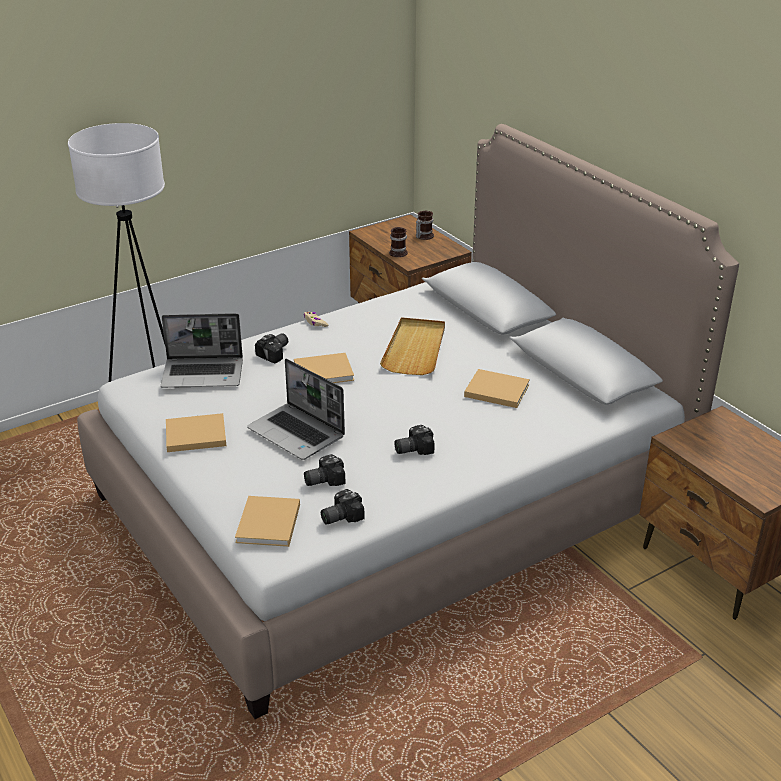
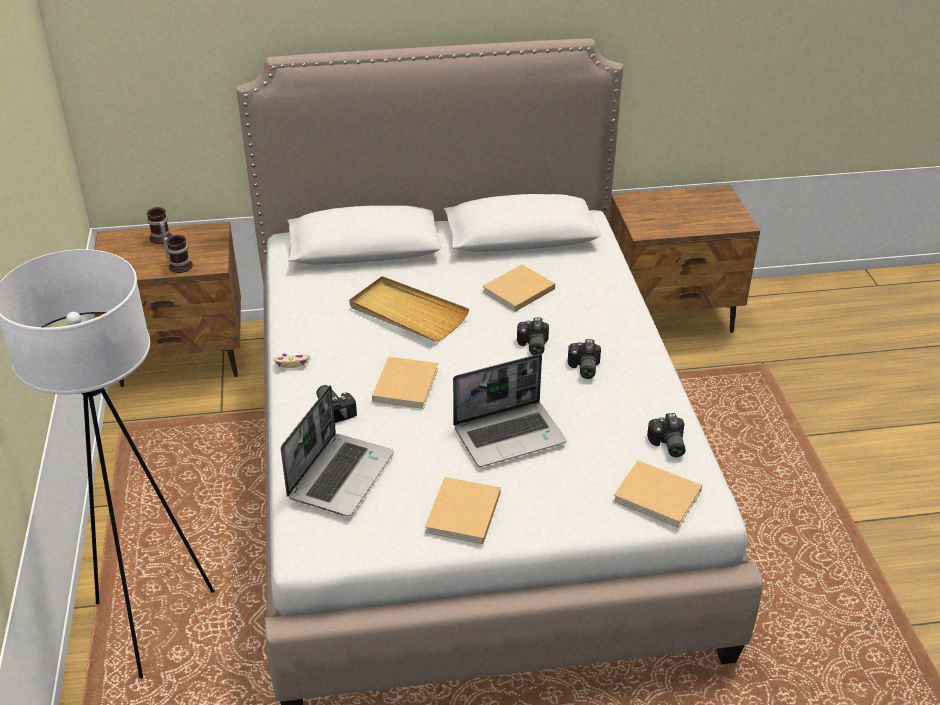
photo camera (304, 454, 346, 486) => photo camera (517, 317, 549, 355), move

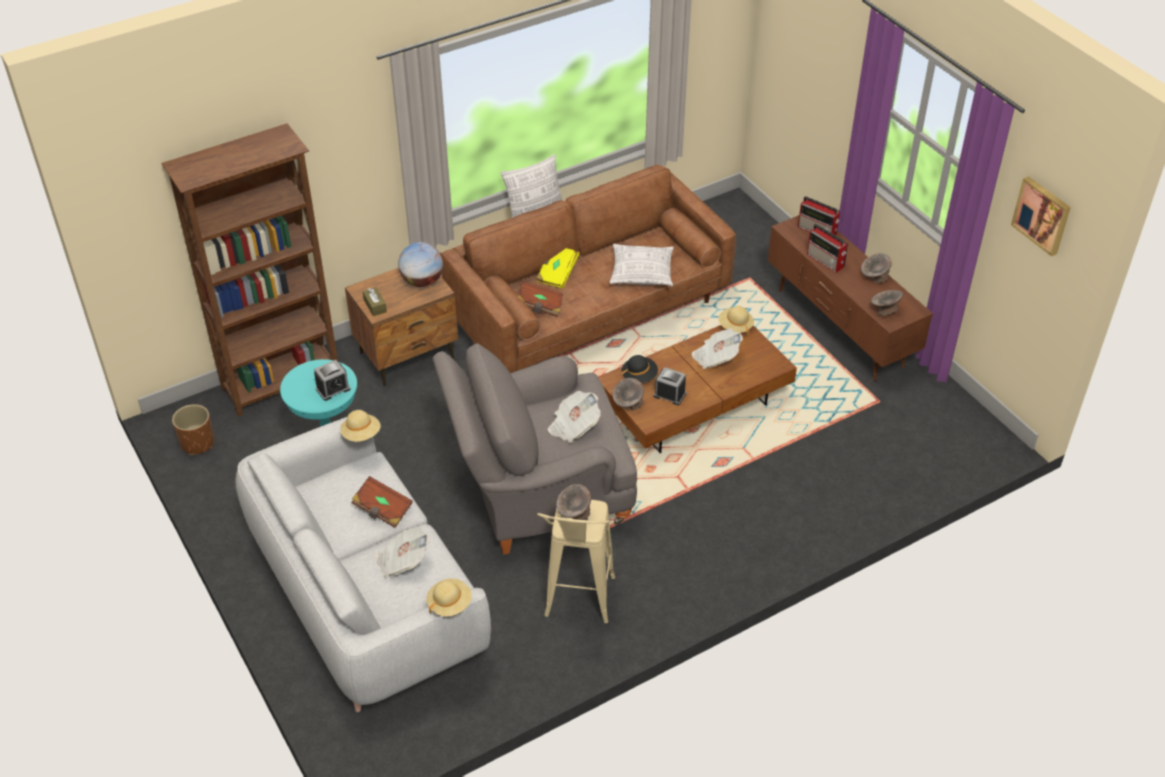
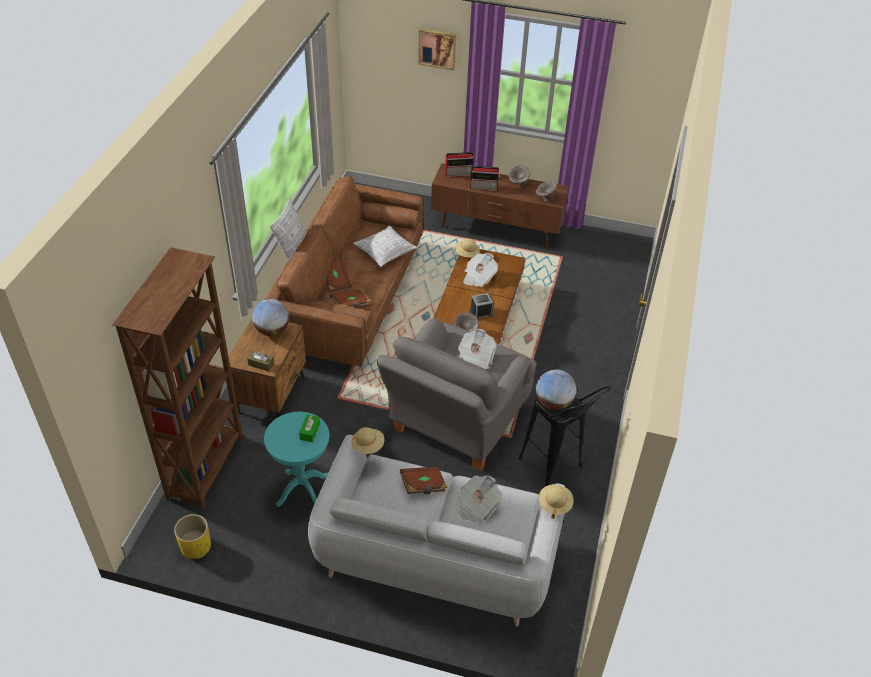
brown-coloured flower pot (172, 404, 214, 455) => yellow-coloured flower pot (174, 514, 211, 559)
alarm clock (314, 360, 351, 401) => green tissue holder (299, 415, 320, 442)
yellow-coloured bound book (536, 248, 580, 288) => brown-coloured bound book (326, 258, 352, 292)
beige-coloured stool seat (537, 500, 615, 624) => black-coloured stool seat (519, 386, 611, 487)
greyish bowl (556, 484, 591, 520) => desk globe (536, 369, 577, 410)
black-coloured hat (621, 355, 658, 383) => nothing
wall picture (1011, 176, 1071, 256) => wall picture (418, 28, 456, 70), move

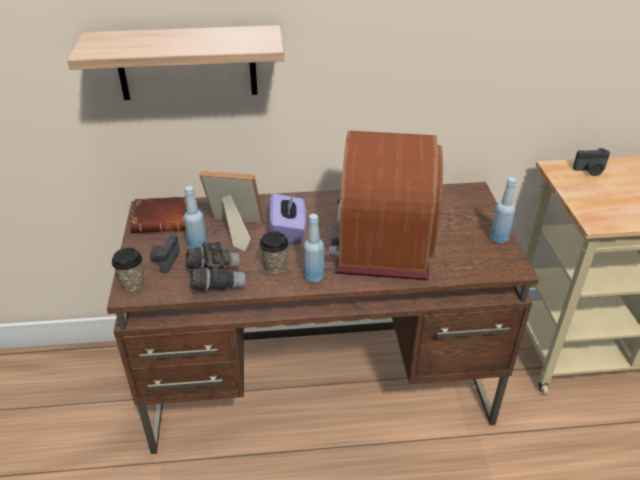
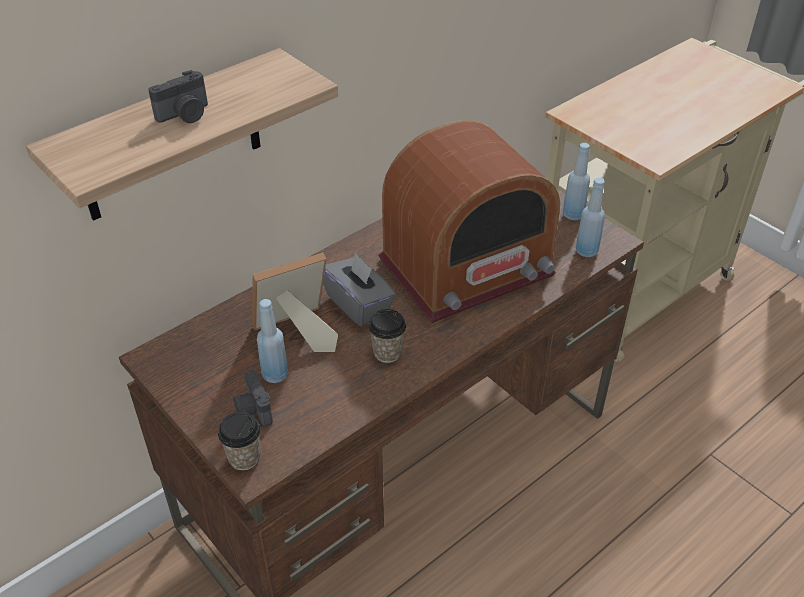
brown-coloured bound book (130, 197, 187, 233) => nothing
greyish field glasses (185, 242, 246, 291) => nothing
purplish tissue holder (270, 191, 306, 244) => greyish tissue holder (323, 252, 396, 327)
bluish drink bottle (304, 214, 324, 283) => bluish drink bottle (575, 178, 605, 257), move
radio receiver (329, 130, 443, 281) => radio receiver (378, 120, 560, 323), 90 degrees counterclockwise
photo camera (573, 148, 610, 176) => photo camera (148, 70, 208, 123), move

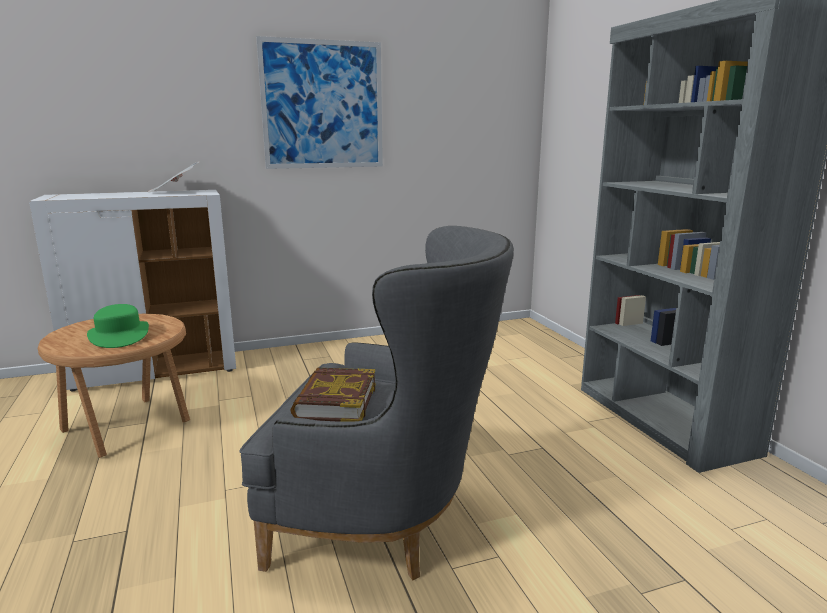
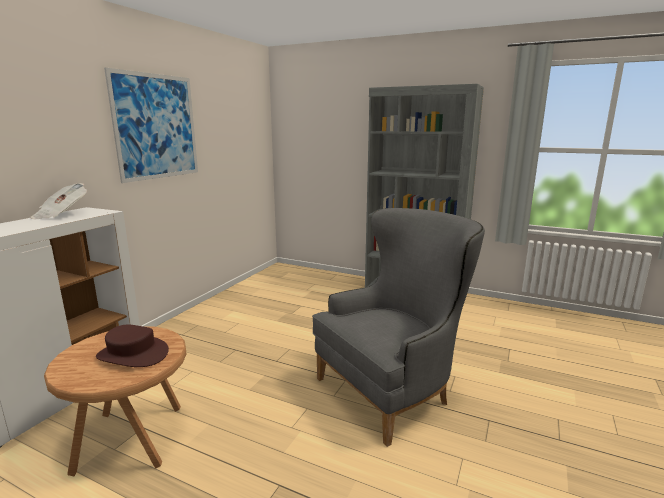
green hat (87, 304, 149, 348) => brown-coloured hat (96, 325, 169, 367)
bound book (290, 367, 376, 422) => nothing

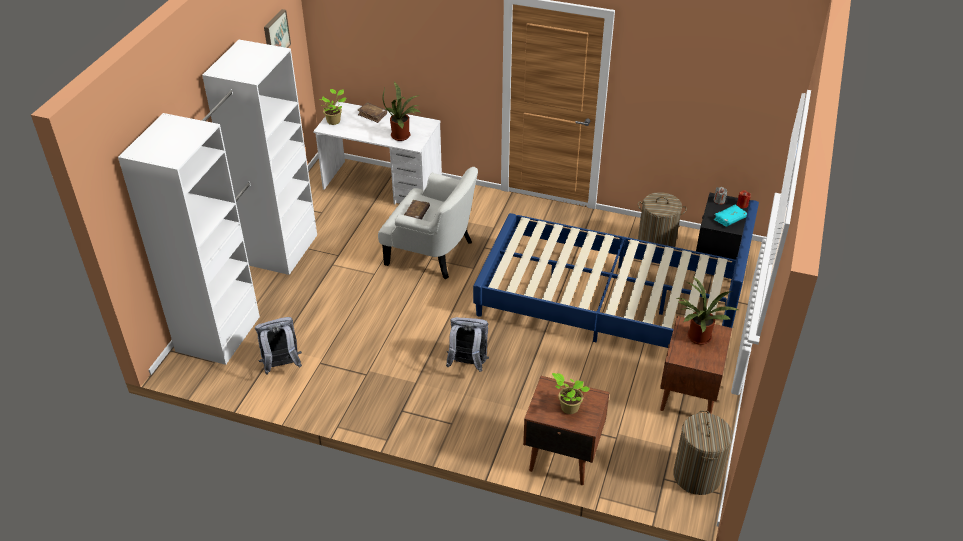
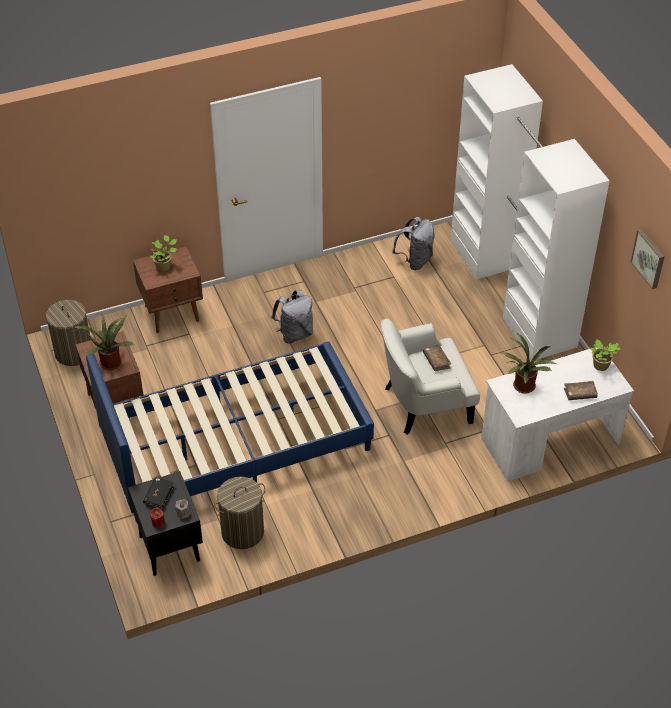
turquoise bound book (714, 204, 747, 227) => black-coloured bound book (143, 477, 174, 511)

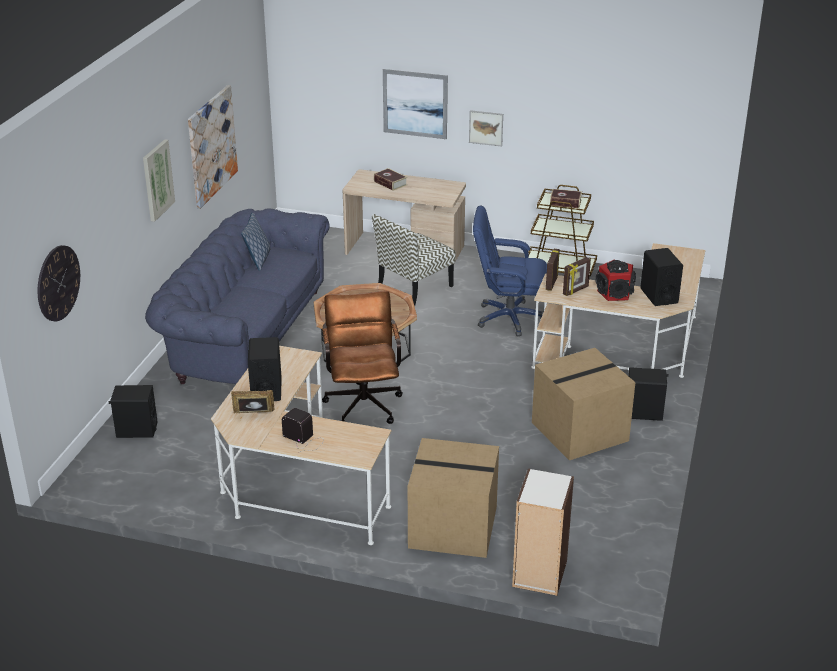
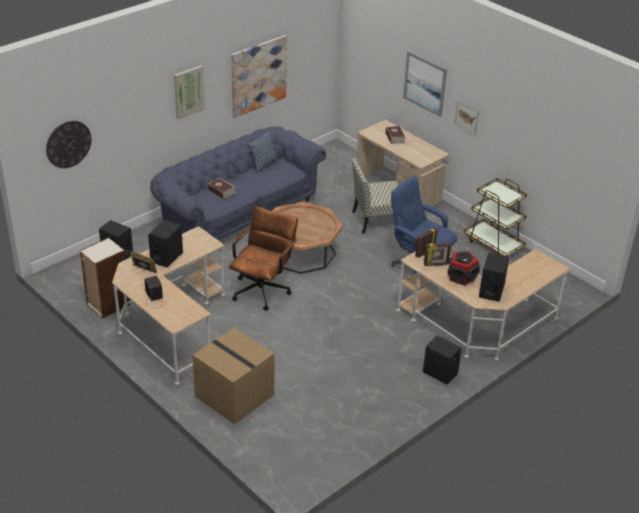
bookcase (512, 468, 574, 596) => bookcase (80, 237, 130, 318), move
cardboard box (532, 348, 636, 460) => nothing
bound book (550, 189, 582, 208) => bound book (208, 178, 235, 199), move

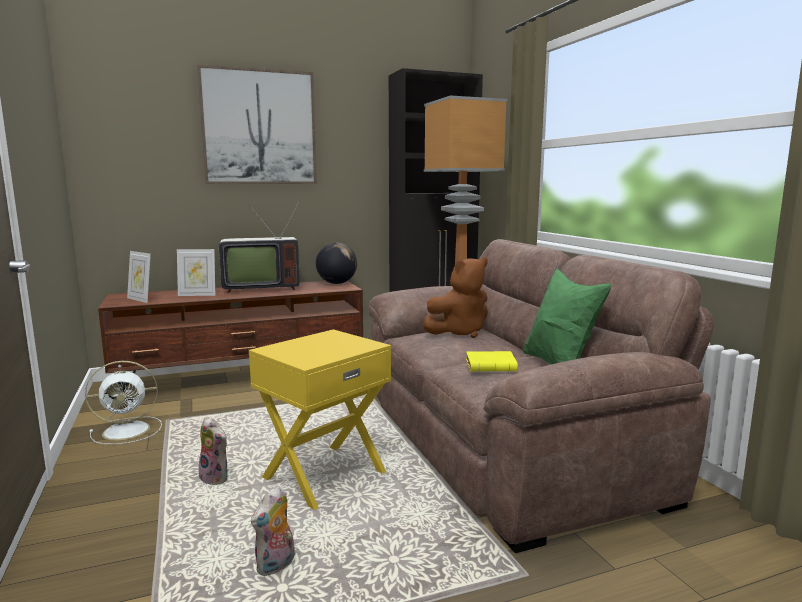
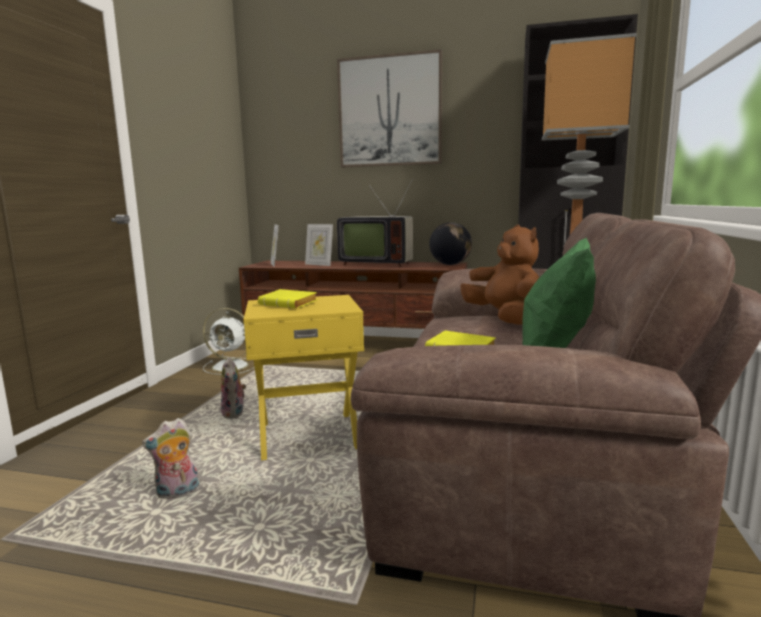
brown-coloured plush toy (423, 258, 488, 338) => brown-coloured plush toy (460, 224, 539, 325), 120 degrees counterclockwise
nothing => yellow-coloured bound book (258, 289, 317, 308)

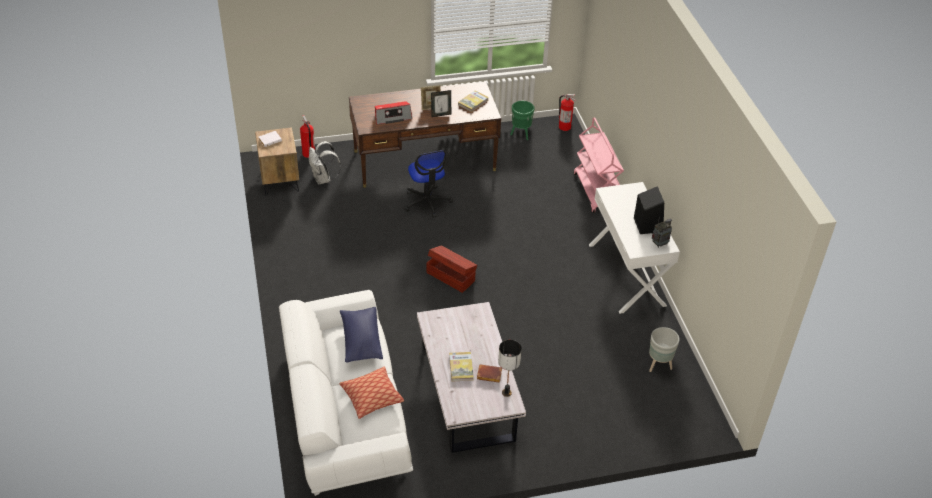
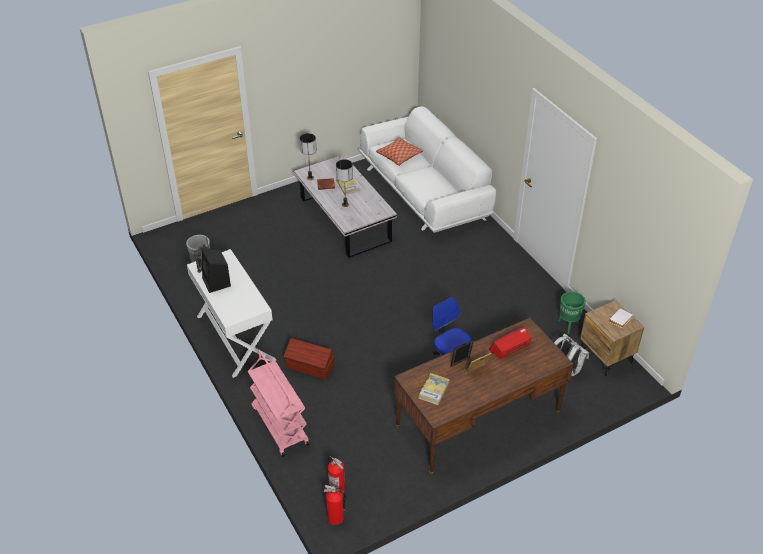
extinguisher (300, 115, 315, 158) => extinguisher (328, 456, 345, 494), move
bluish throw pillow (340, 307, 383, 362) => nothing
brown-coloured storage bin (427, 245, 477, 293) => brown-coloured storage bin (283, 338, 334, 379), move
green flower pot (510, 101, 535, 140) => green flower pot (558, 291, 586, 334), move
nothing => lamp for a table (336, 159, 353, 207)

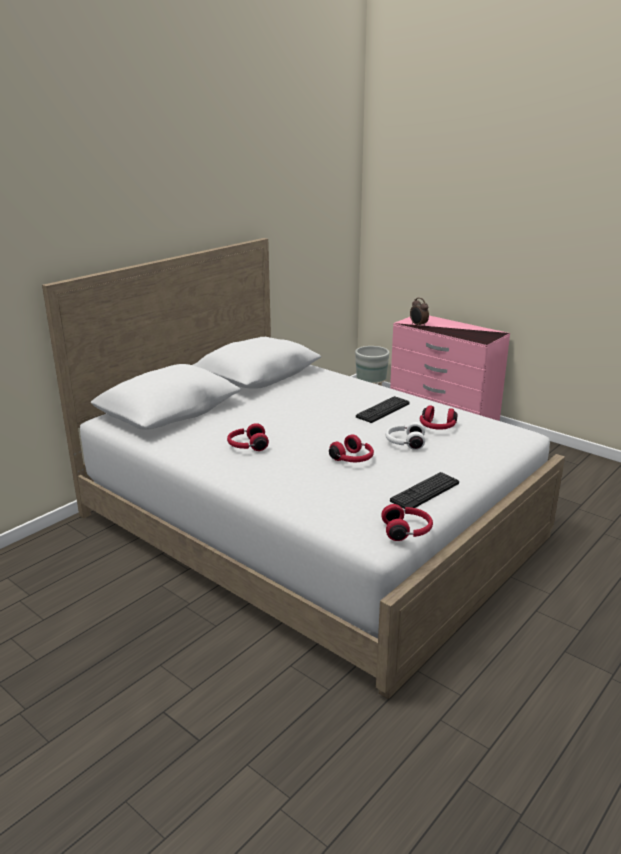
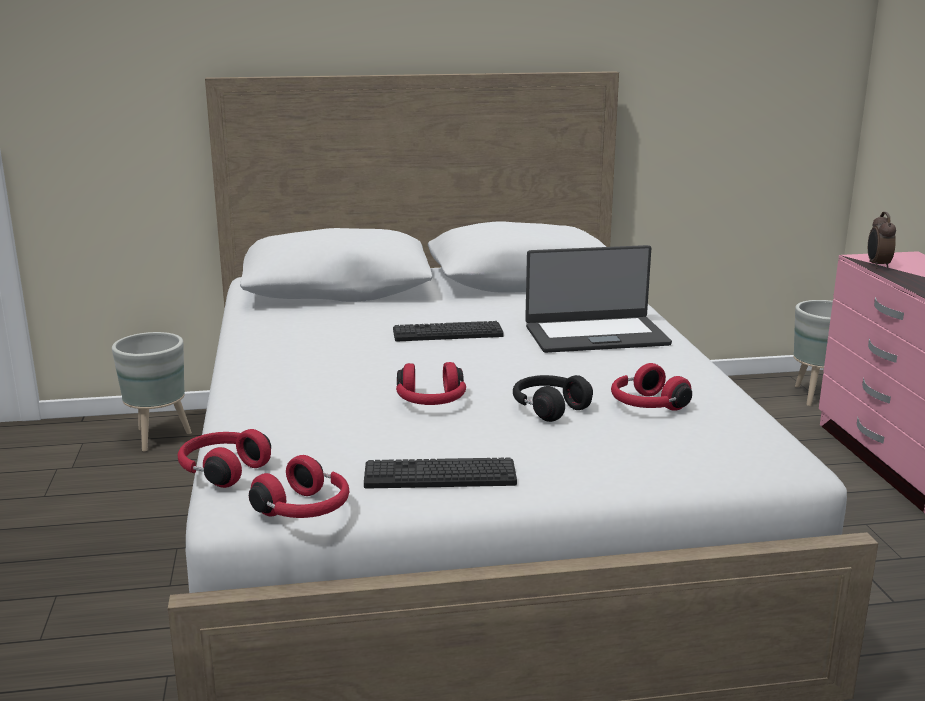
red-coloured pair of headphones (227, 423, 269, 451) => red-coloured pair of headphones (178, 429, 271, 488), move
keyboard (356, 396, 410, 423) => keyboard (393, 321, 504, 341), move
whitish pair of headphones (385, 422, 425, 450) => black-coloured pair of headphones (513, 375, 593, 422)
nothing => greyish flower pot (112, 332, 192, 452)
nothing => notebook computer (525, 245, 672, 353)

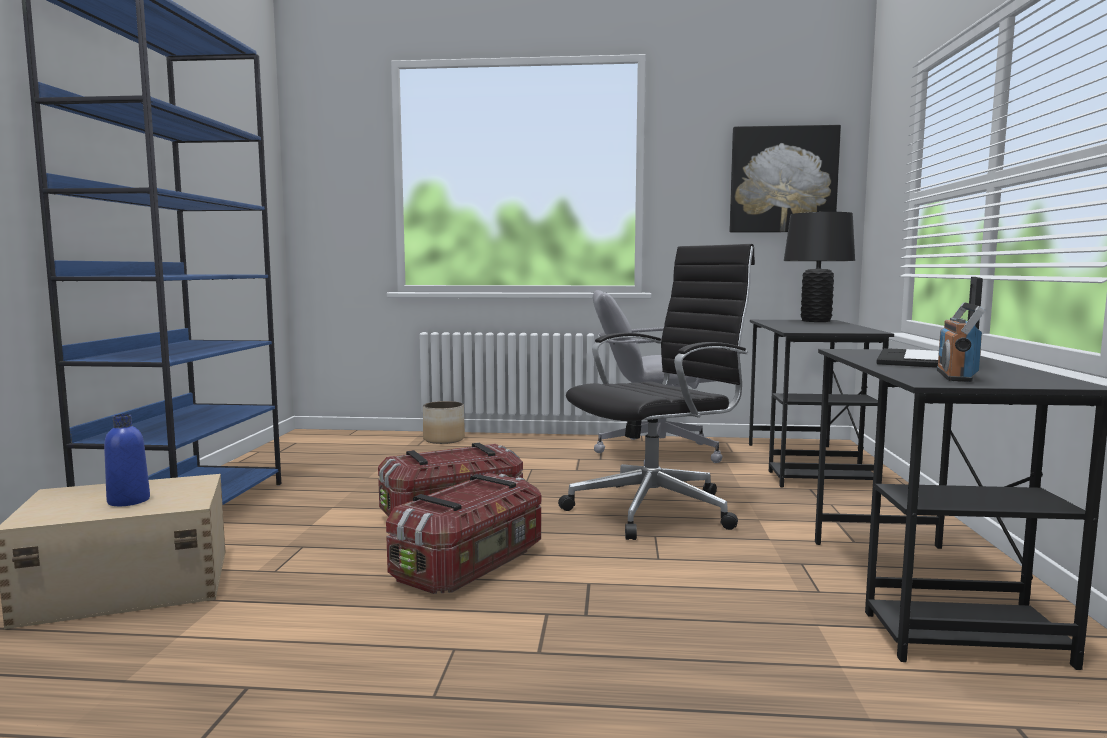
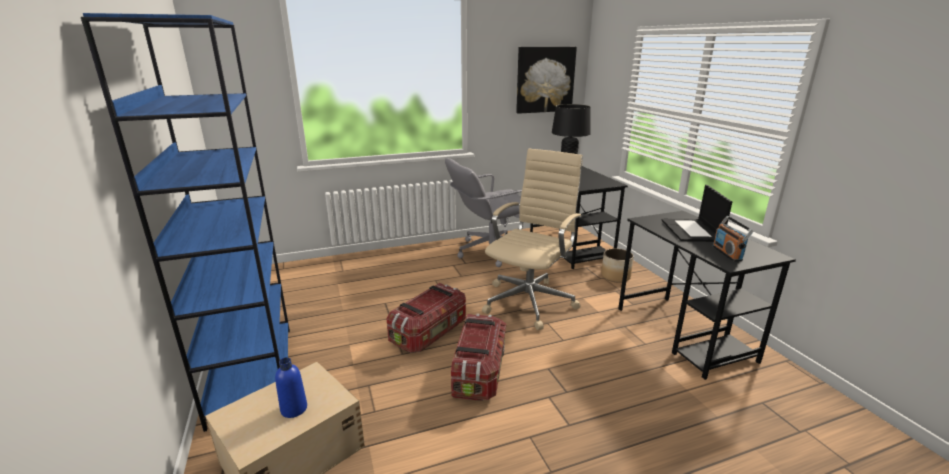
flower pot (423, 401, 465, 444) => flower pot (601, 248, 634, 283), move
black-coloured office chair (558, 244, 755, 540) => beige-coloured office chair (482, 149, 583, 330)

